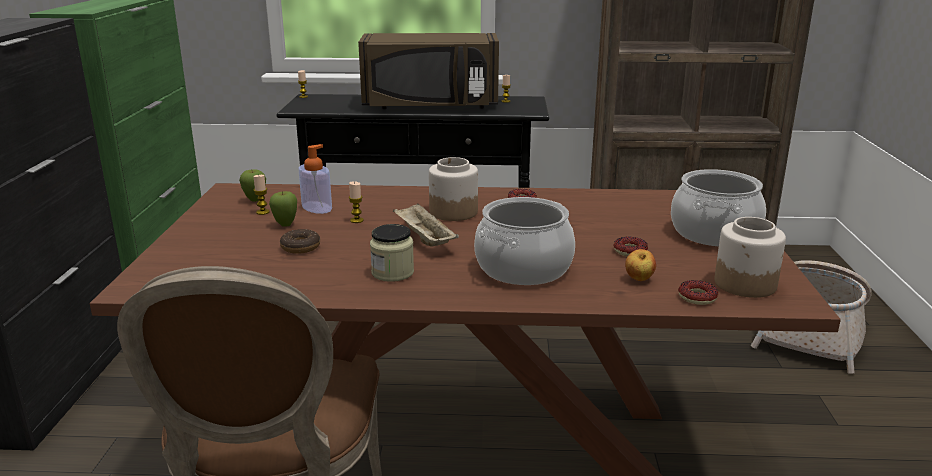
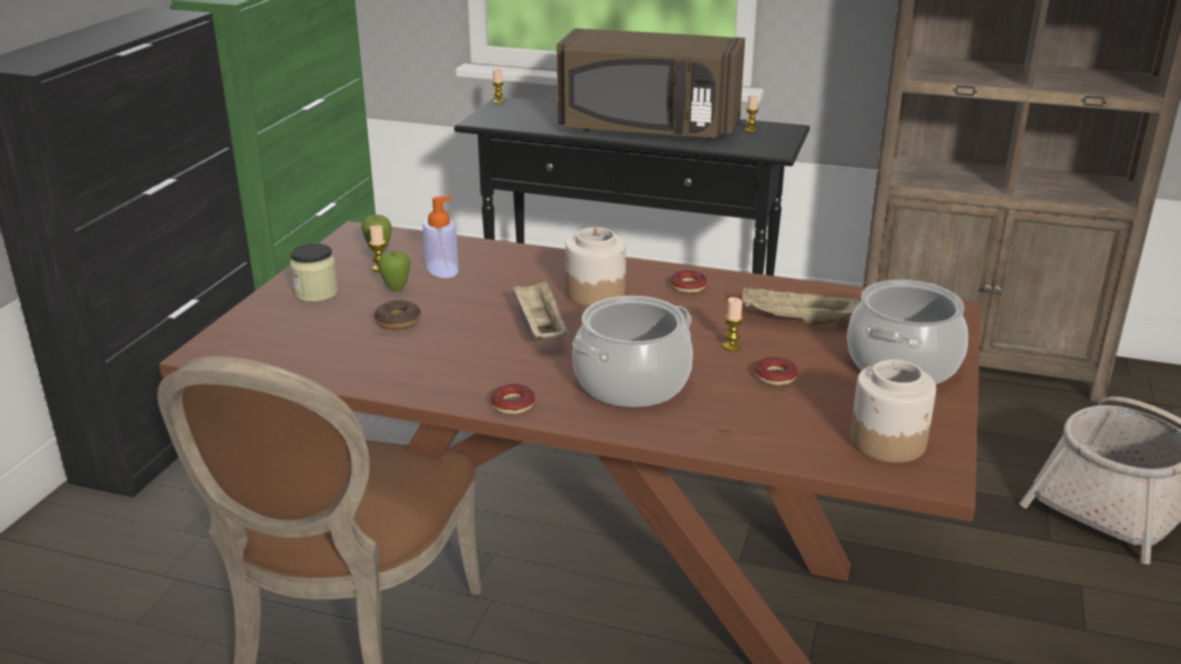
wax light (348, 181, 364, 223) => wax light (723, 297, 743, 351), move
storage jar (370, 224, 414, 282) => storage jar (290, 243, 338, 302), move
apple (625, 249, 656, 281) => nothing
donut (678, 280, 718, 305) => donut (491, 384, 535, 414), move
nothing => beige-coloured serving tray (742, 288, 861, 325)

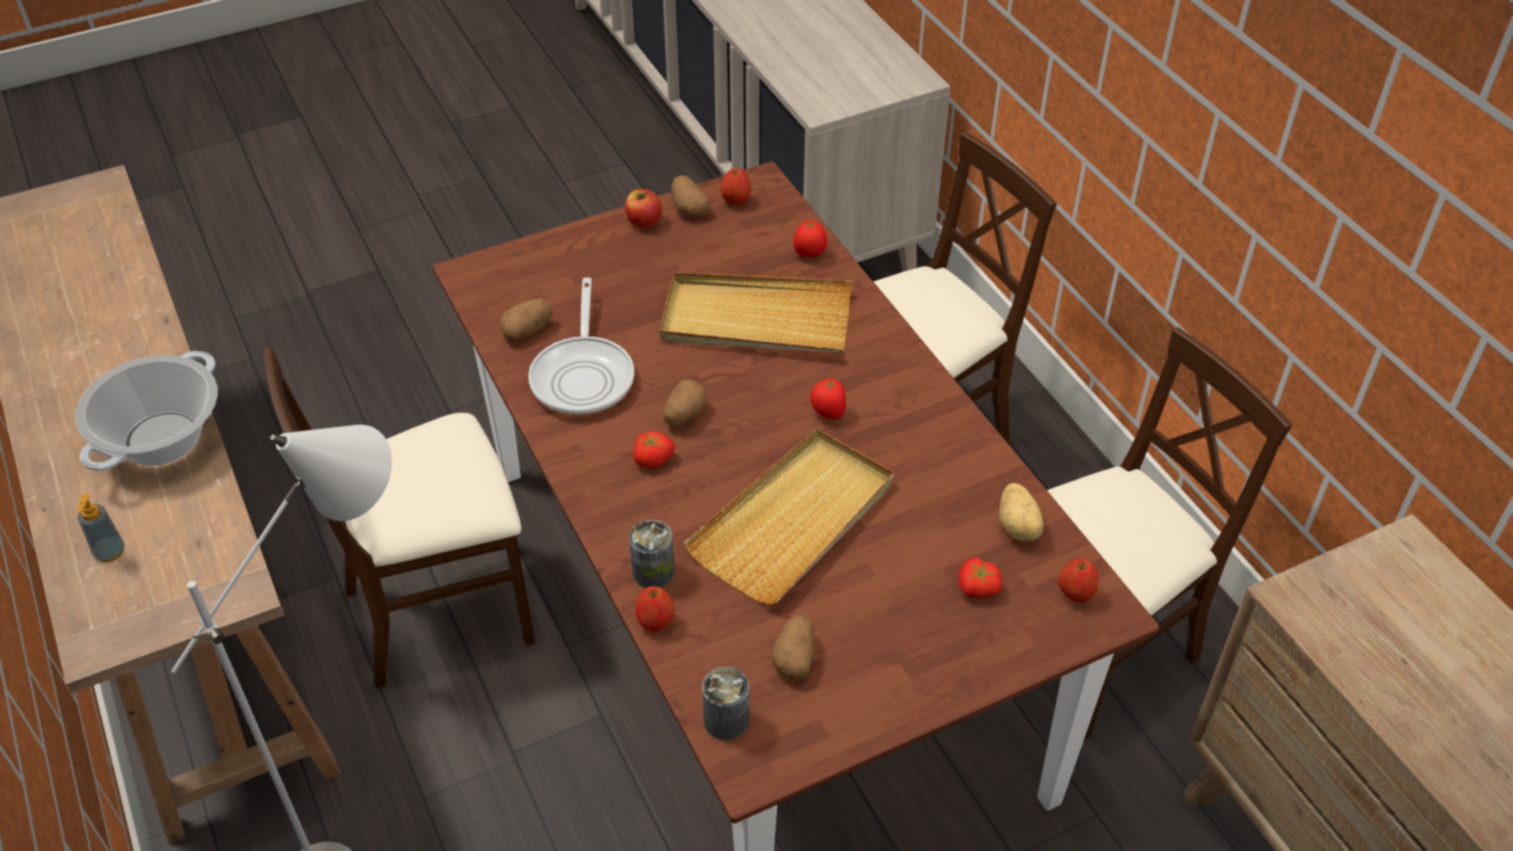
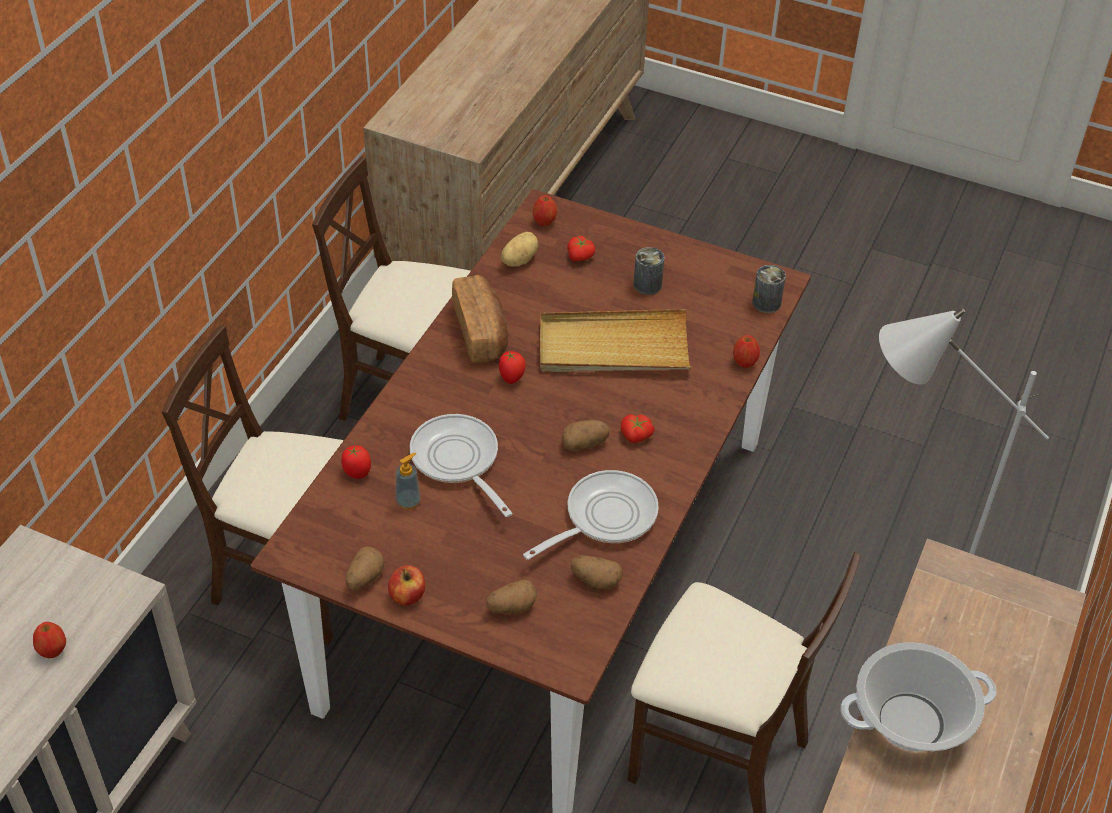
soap bottle (78, 493, 125, 562) => soap bottle (396, 453, 421, 509), move
sealed can (629, 520, 675, 588) => sealed can (634, 247, 665, 295), move
beige-coloured serving tray (660, 272, 852, 353) => skillet (410, 414, 513, 517)
apple (721, 168, 751, 205) => apple (33, 622, 66, 658), move
spud (771, 615, 814, 680) => spud (487, 579, 537, 614), move
nothing => baked bread (452, 275, 508, 363)

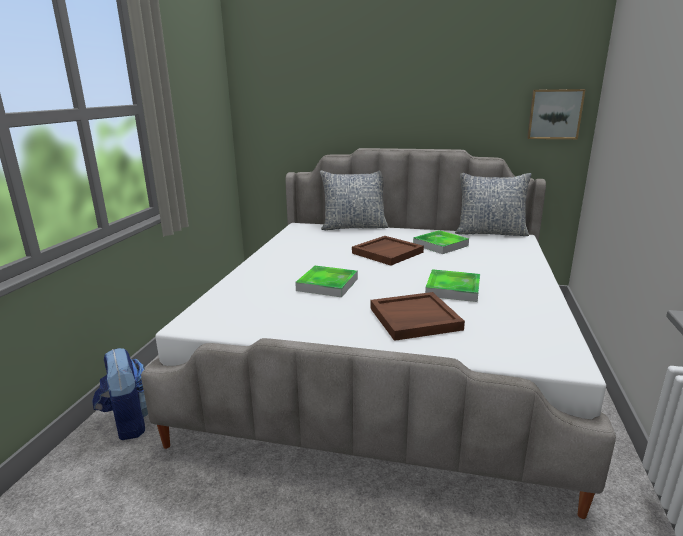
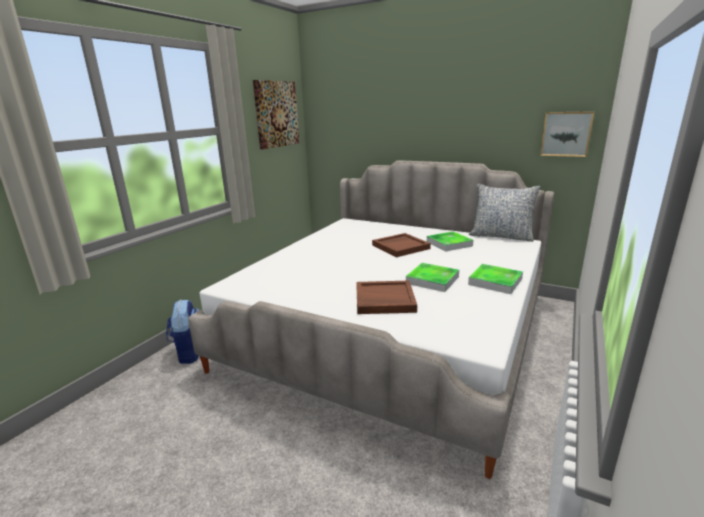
serving tray (295, 266, 358, 297) => serving tray (468, 264, 523, 294), move
throw pillow (320, 170, 388, 230) => nothing
nothing => wall picture (253, 80, 299, 149)

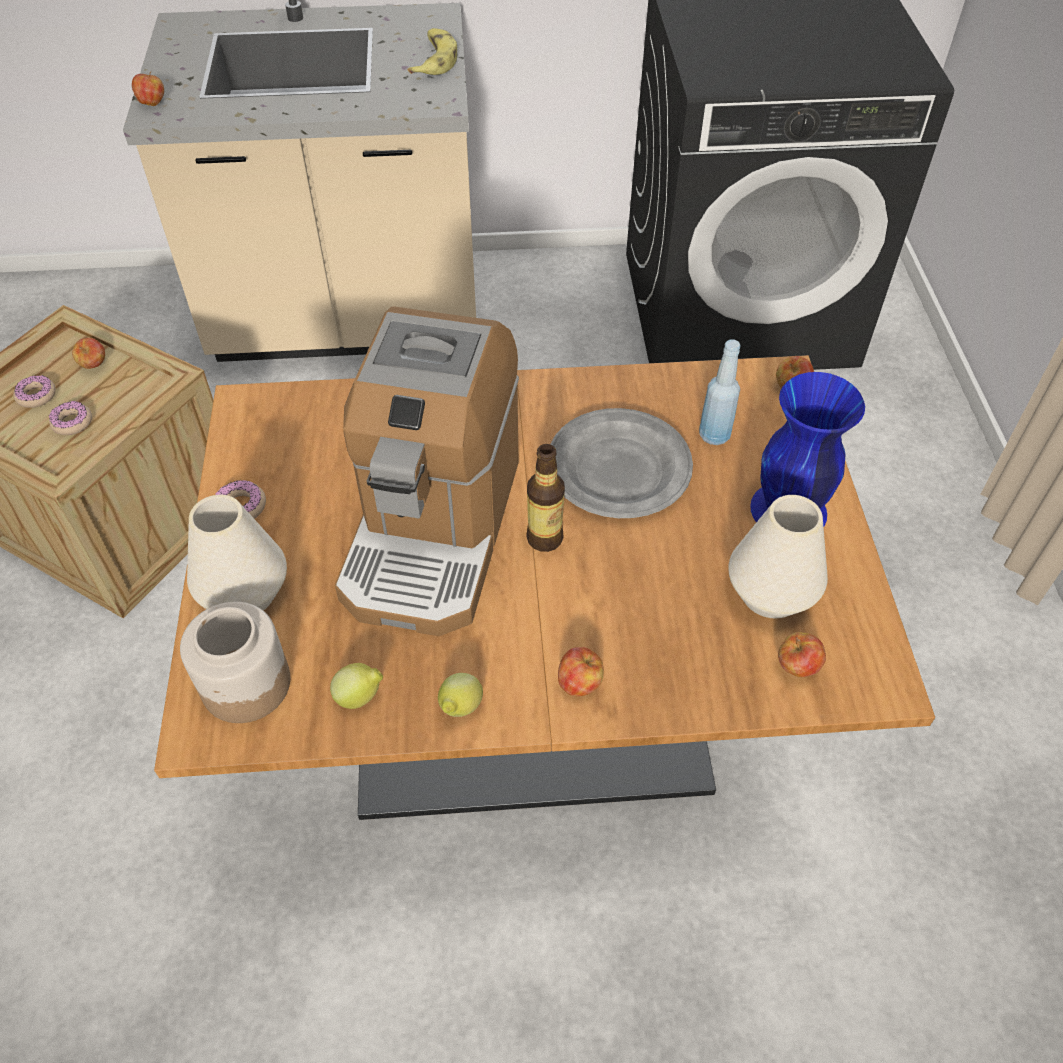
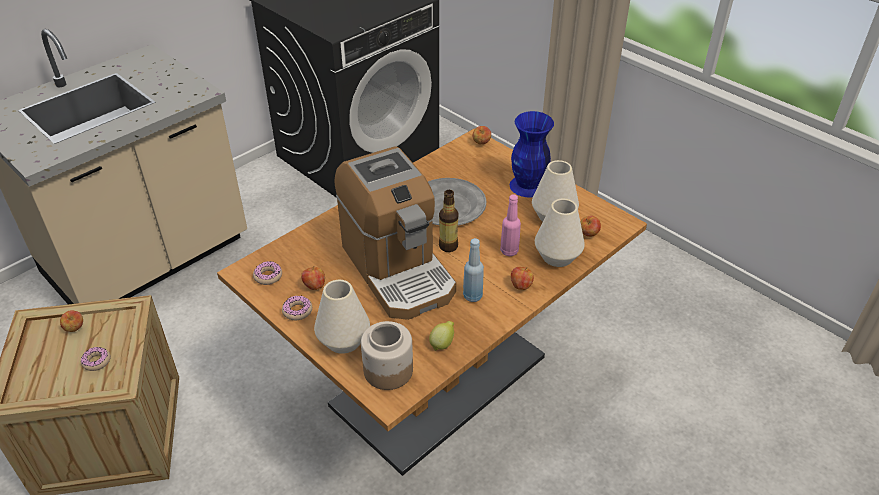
donut (13, 375, 56, 408) => donut (253, 261, 282, 285), move
apple (132, 71, 164, 106) => apple (301, 266, 325, 290), move
banana (407, 28, 457, 75) => nothing
citrus fruit (438, 673, 483, 717) => nothing
bluish drink bottle (699, 339, 741, 445) => bluish drink bottle (463, 238, 484, 302), move
nothing => pink-coloured drink bottle (500, 194, 521, 256)
nothing => whitish flower vase (535, 199, 585, 267)

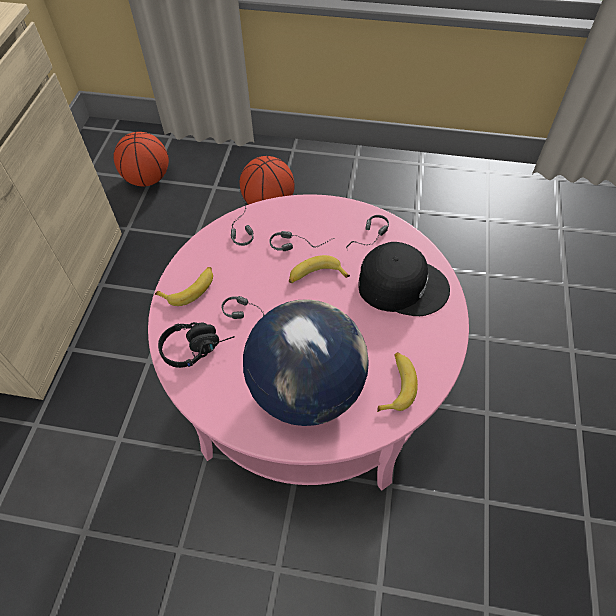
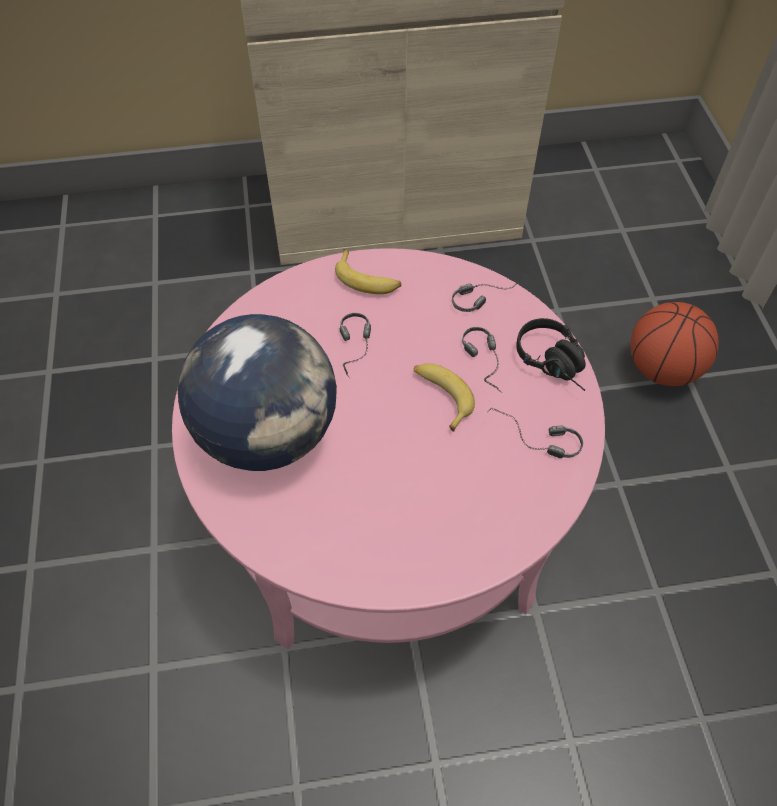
basketball ball (113, 132, 169, 187) => nothing
black-coloured pair of headphones (158, 322, 235, 368) => black-coloured pair of headphones (516, 318, 586, 391), move
black-coloured peaked cap (358, 242, 450, 316) => nothing
banana (377, 352, 418, 412) => nothing

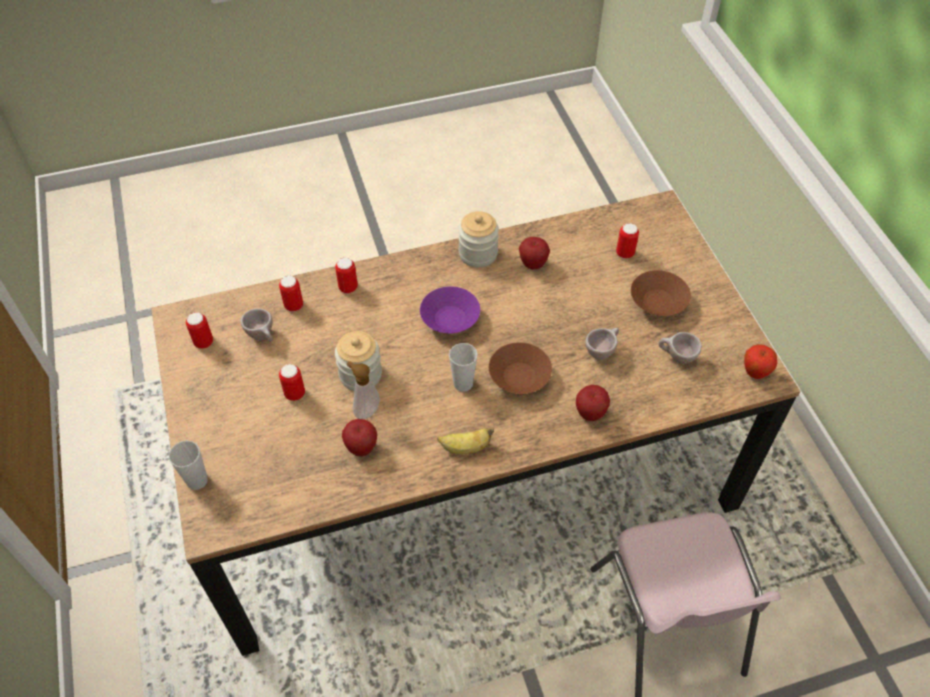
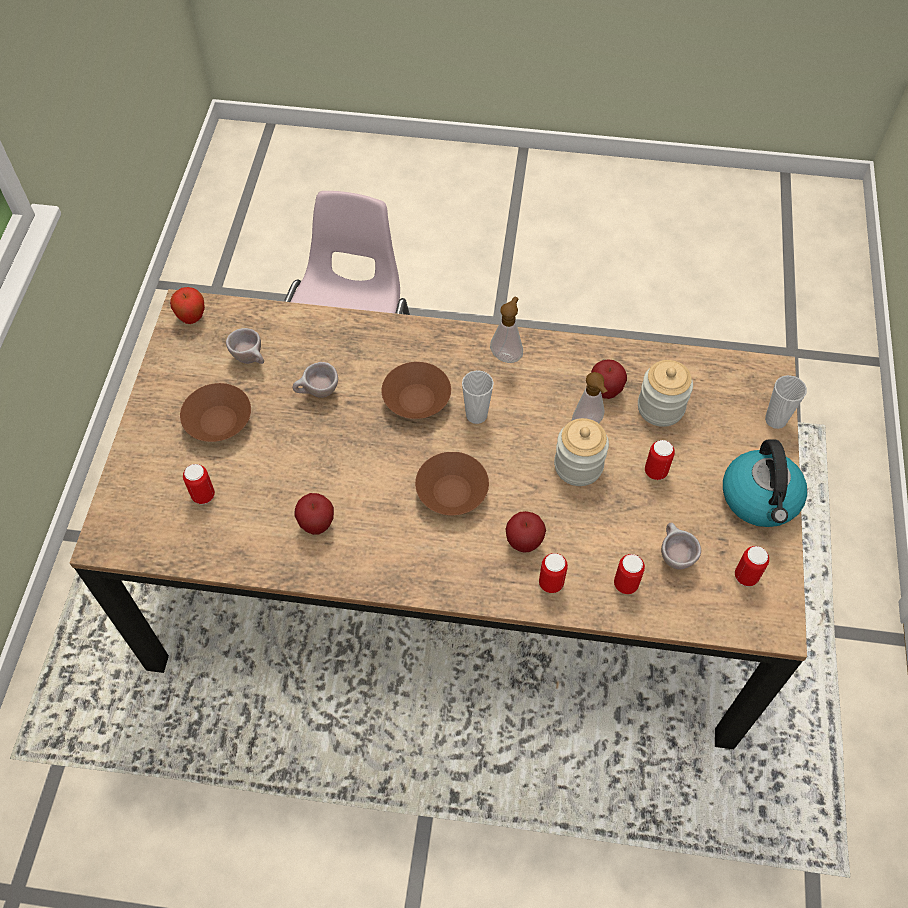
purplish bowl (420, 286, 480, 334) => brown-coloured bowl (415, 452, 489, 515)
banana (437, 428, 494, 454) => soap bottle (490, 296, 523, 363)
storage jar (458, 211, 499, 268) => storage jar (638, 360, 693, 427), move
apple (576, 385, 610, 421) => apple (505, 511, 546, 553), move
nothing => tea kettle (723, 439, 807, 527)

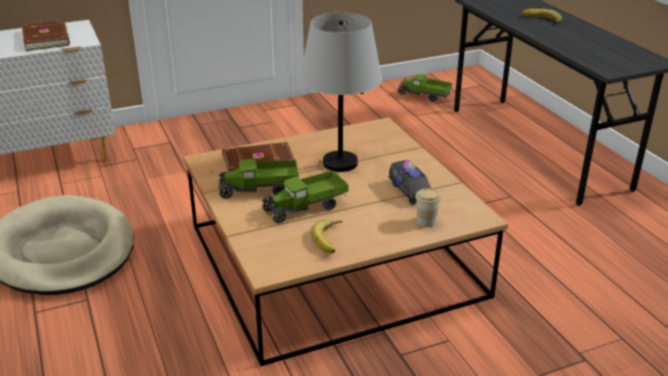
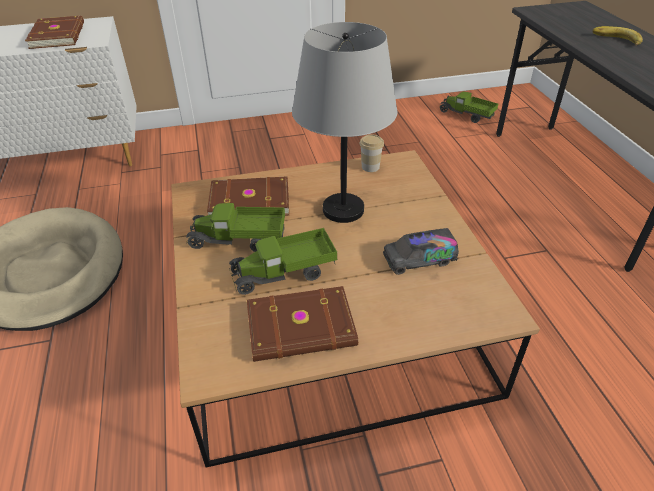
banana (311, 220, 342, 254) => brown-coloured bound book (247, 286, 358, 362)
toy lorry (389, 160, 433, 205) => toy lorry (383, 228, 459, 275), 90 degrees clockwise
small cup (415, 188, 441, 227) => small cup (359, 134, 384, 172), move

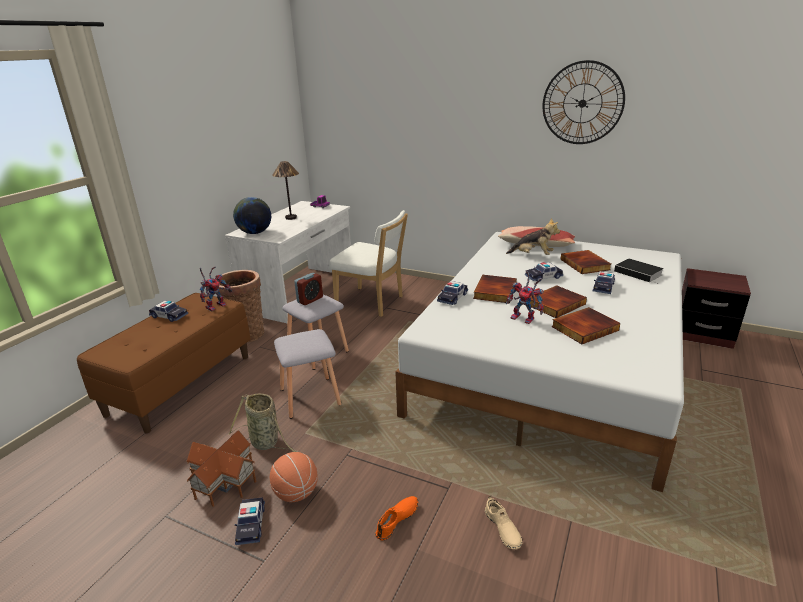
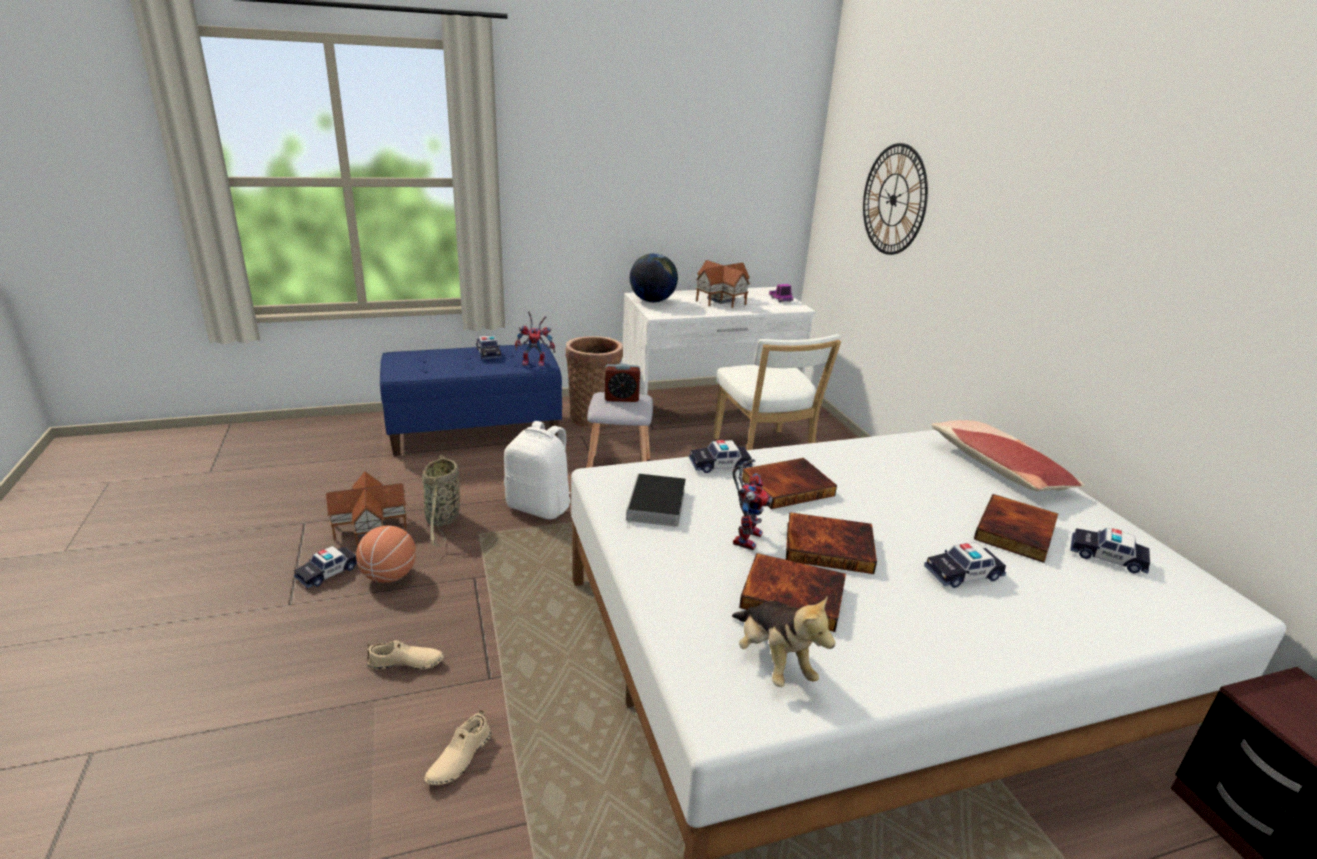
brown-coloured long seat (77, 293, 251, 433) => bluish long seat (380, 343, 562, 456)
lamp for a table (272, 161, 299, 220) => miniature house (696, 260, 750, 308)
greyish stool seat (274, 329, 341, 419) => whitish backpack (504, 421, 571, 519)
orange item of footwear (375, 496, 418, 541) => beige-coloured item of footwear (367, 640, 444, 669)
plush toy (506, 218, 560, 255) => plush toy (732, 596, 836, 687), move
toy robot (506, 270, 544, 324) => toy robot (733, 459, 772, 550), 150 degrees counterclockwise
miniature car (525, 262, 563, 282) => miniature car (1070, 528, 1150, 574), move
wall clock (542, 60, 625, 144) => wall clock (863, 143, 928, 255), move
bound book (614, 259, 664, 282) => bound book (626, 474, 686, 529), move

